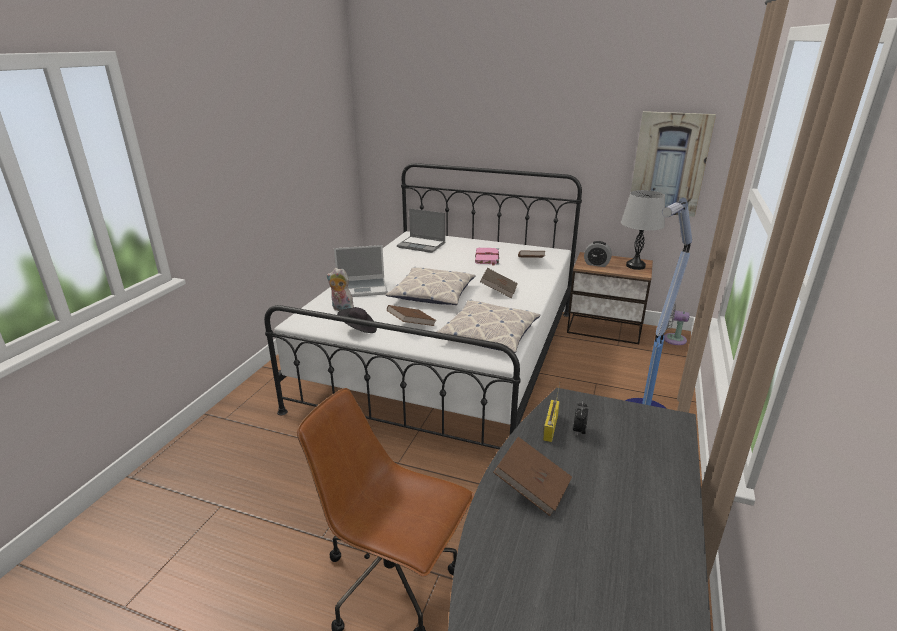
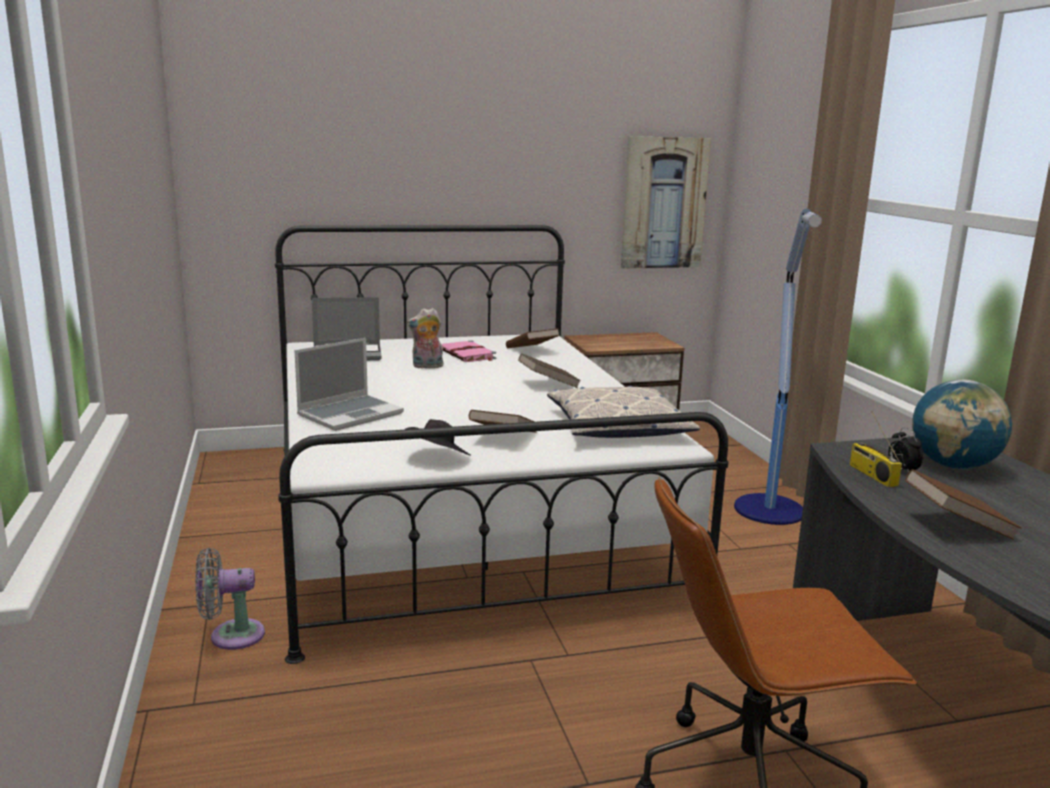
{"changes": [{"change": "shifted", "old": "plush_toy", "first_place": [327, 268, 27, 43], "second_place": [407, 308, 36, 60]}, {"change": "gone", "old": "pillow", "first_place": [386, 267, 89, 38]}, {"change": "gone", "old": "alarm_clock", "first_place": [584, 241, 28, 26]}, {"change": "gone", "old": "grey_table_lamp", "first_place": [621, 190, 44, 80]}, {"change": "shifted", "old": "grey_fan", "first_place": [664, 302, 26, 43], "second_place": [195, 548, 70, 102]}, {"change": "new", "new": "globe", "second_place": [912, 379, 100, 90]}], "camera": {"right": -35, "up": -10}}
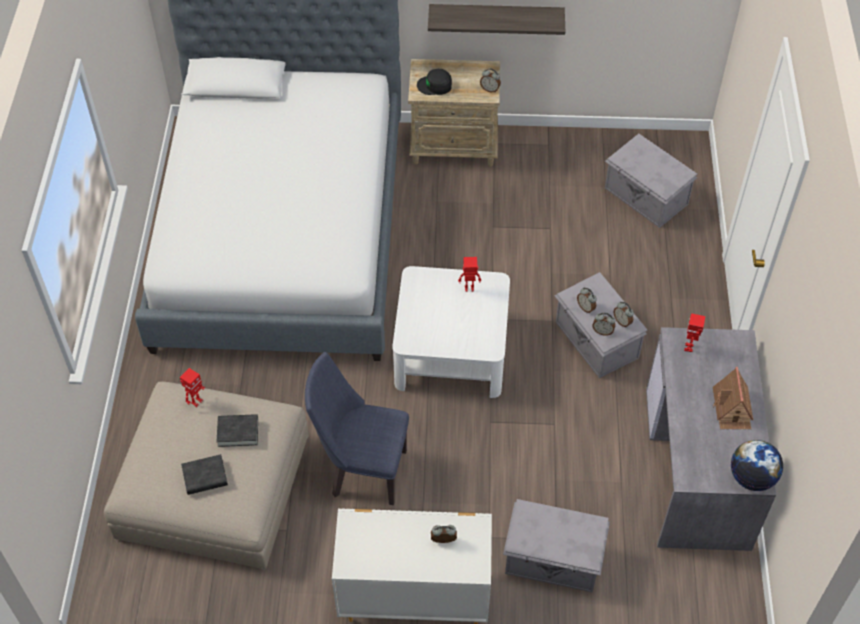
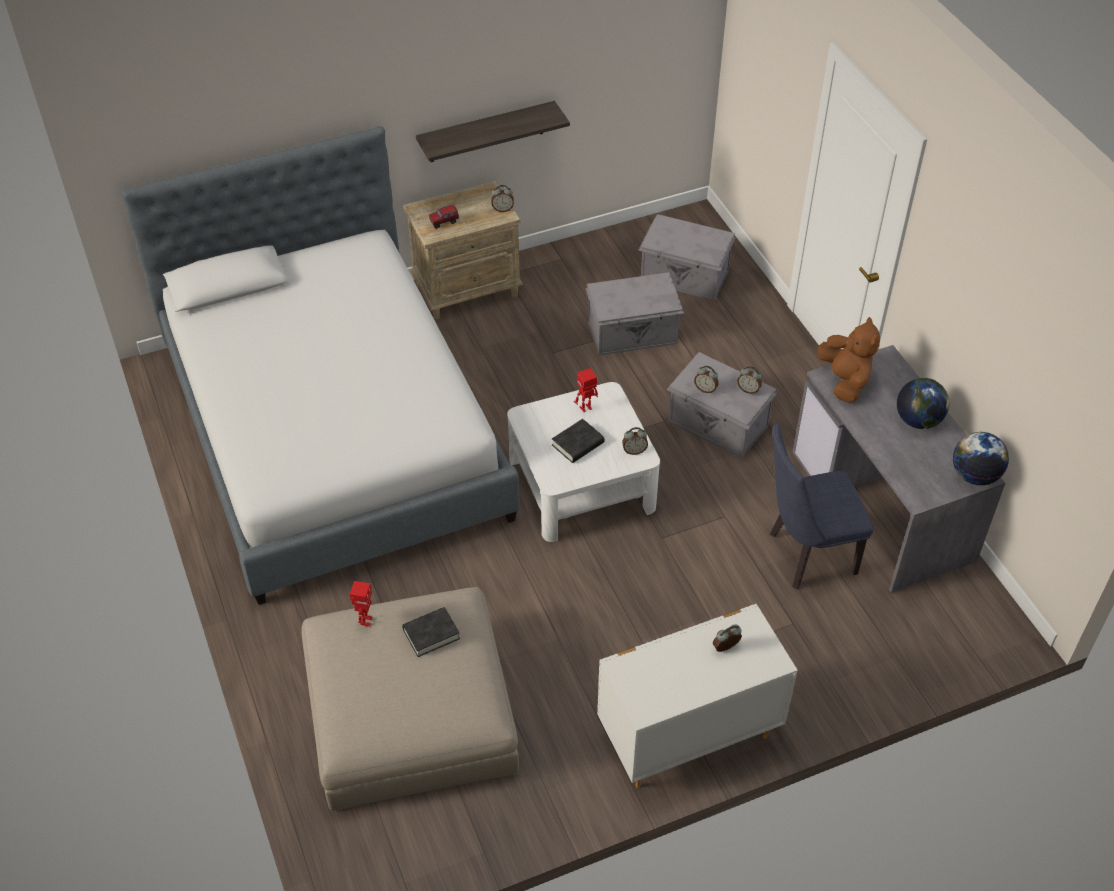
{"changes": [{"change": "shifted", "old": "black_book", "first_place": [181, 454, 47, 41], "second_place": [552, 419, 52, 44]}, {"change": "shifted", "old": "blue_chair", "first_place": [305, 352, 104, 153], "second_place": [770, 424, 103, 165]}, {"change": "swapped", "old": "black_cap", "new": "toy_truck", "first_place": [417, 69, 35, 26], "second_place": [429, 205, 30, 24]}, {"change": "shifted", "old": "grey_storage_box", "first_place": [503, 499, 107, 94], "second_place": [586, 272, 98, 83]}, {"change": "shifted", "old": "alarm_clock", "first_place": [592, 313, 23, 23], "second_place": [622, 427, 26, 28]}, {"change": "swapped", "old": "toy_robot", "new": "brown_plush_toy", "first_place": [684, 313, 21, 39], "second_place": [818, 317, 62, 86]}, {"change": "swapped", "old": "toy_house", "new": "globe", "first_place": [713, 367, 41, 62], "second_place": [897, 378, 52, 51]}], "camera": {"right": -25, "up": -5}}
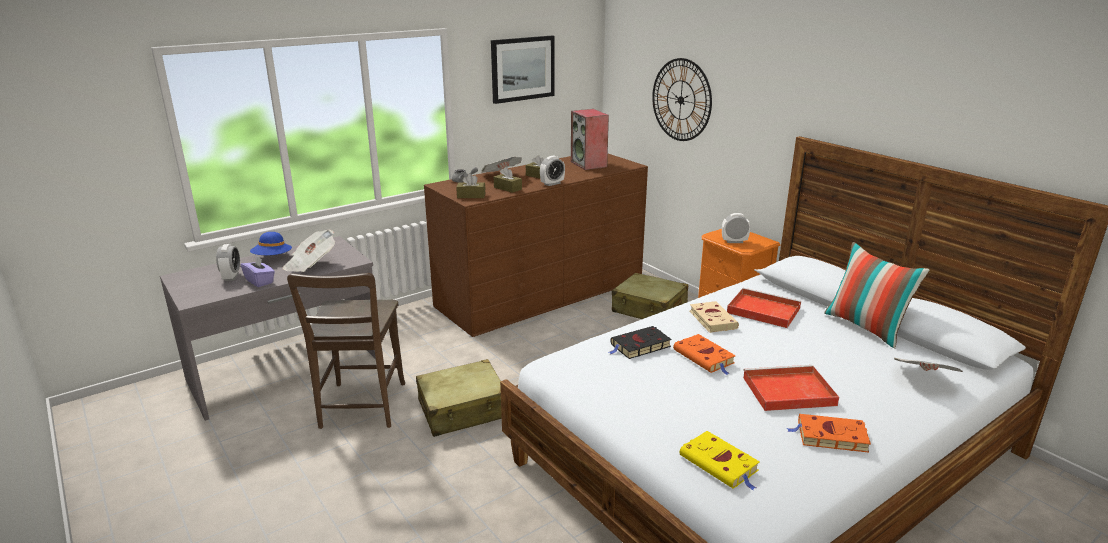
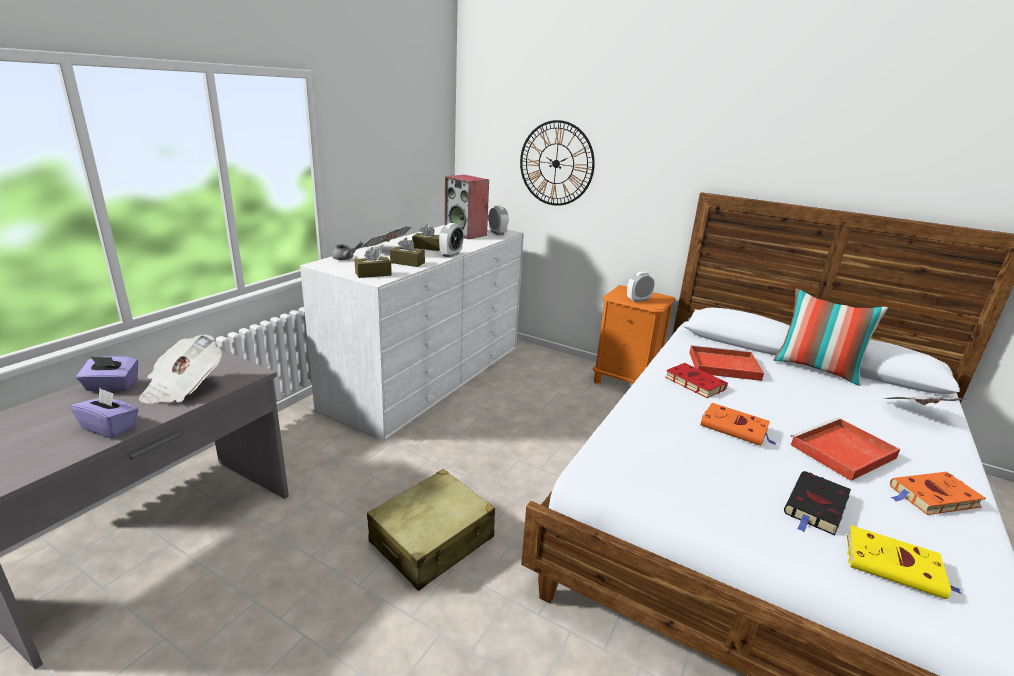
{"changes": [{"change": "shifted", "old": "alarm_clock", "first_place": [216, 244, 24, 37], "second_place": [489, 206, 20, 29]}, {"change": "swapped", "old": "blue_hat", "new": "purple_tissue_box", "first_place": [250, 232, 42, 23], "second_place": [76, 356, 62, 35]}, {"change": "gone", "old": "brown_chair", "first_place": [287, 273, 118, 156]}, {"change": "repainted", "old": "brown_dresser", "new": "white_dresser", "first_place": [424, 154, 224, 183], "second_place": [300, 225, 224, 215]}, {"change": "gone", "old": "picture", "first_place": [491, 36, 64, 68]}, {"change": "shifted", "old": "black_book", "first_place": [609, 326, 63, 33], "second_place": [784, 471, 67, 65]}, {"change": "gone", "old": "beige_suitcase", "first_place": [612, 273, 76, 46]}, {"change": "repainted", "old": "beige_book", "new": "red_book", "first_place": [690, 301, 49, 32], "second_place": [665, 363, 63, 35]}], "camera": {"right": -25, "up": 0}}
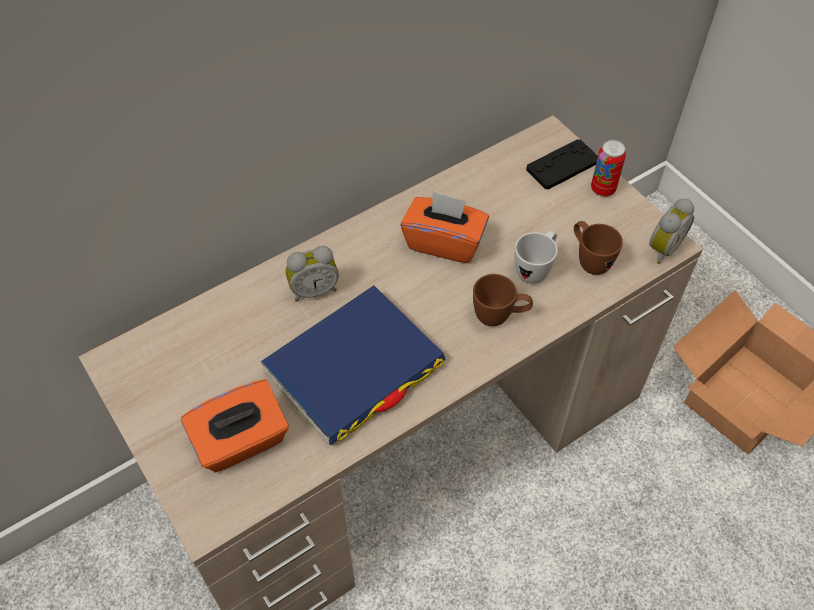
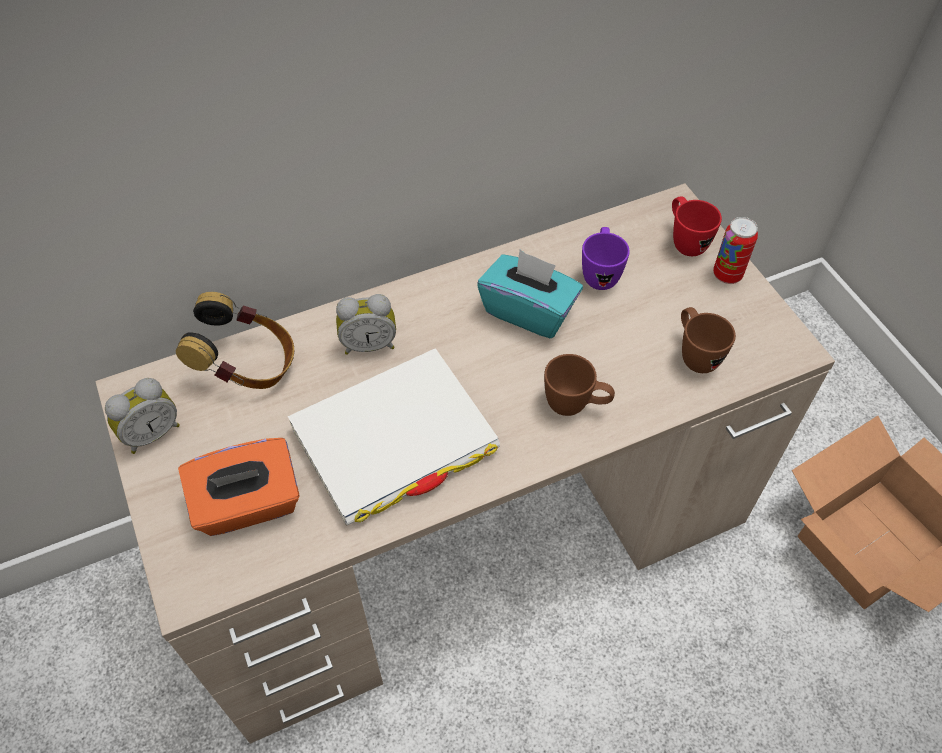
{"changes": [{"change": "repainted", "old": "blue_book", "new": "white_book", "first_place": [261, 285, 184, 161], "second_place": [288, 348, 212, 178]}, {"change": "repainted", "old": "orange_tissue_box", "new": "turquoise_tissue_box", "first_place": [400, 191, 89, 72], "second_place": [477, 250, 106, 88]}, {"change": "gone", "old": "white_mug", "first_place": [515, 231, 43, 53]}, {"change": "swapped", "old": "black_game_controller", "new": "red_mug", "first_place": [526, 139, 72, 50], "second_place": [672, 196, 50, 60]}, {"change": "shifted", "old": "alarm_clock", "first_place": [649, 199, 45, 65], "second_place": [105, 378, 75, 76]}, {"change": "new", "new": "headphones", "second_place": [176, 292, 118, 97]}, {"change": "new", "new": "purple_mug", "second_place": [582, 227, 48, 63]}], "camera": {"right": 10, "up": 0}}
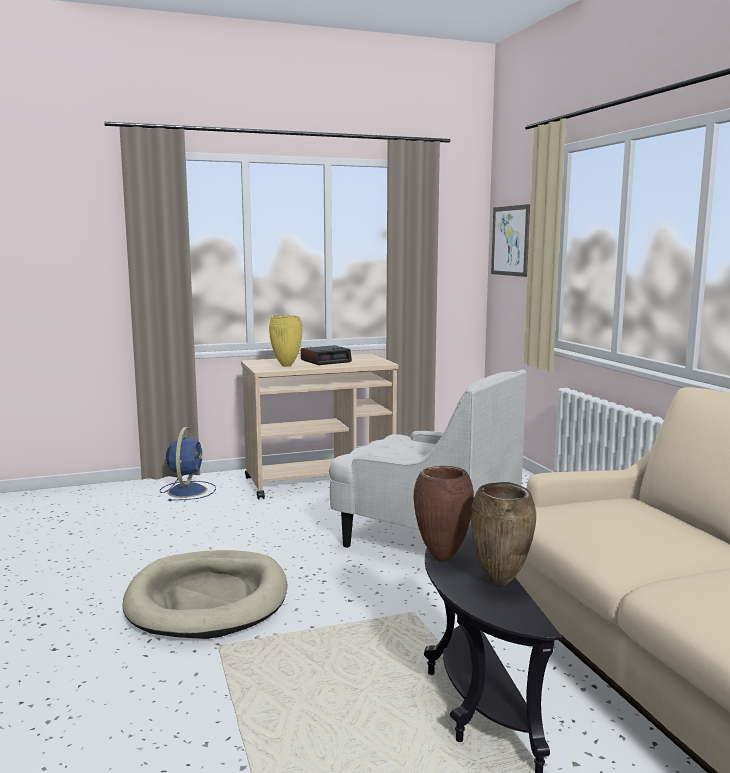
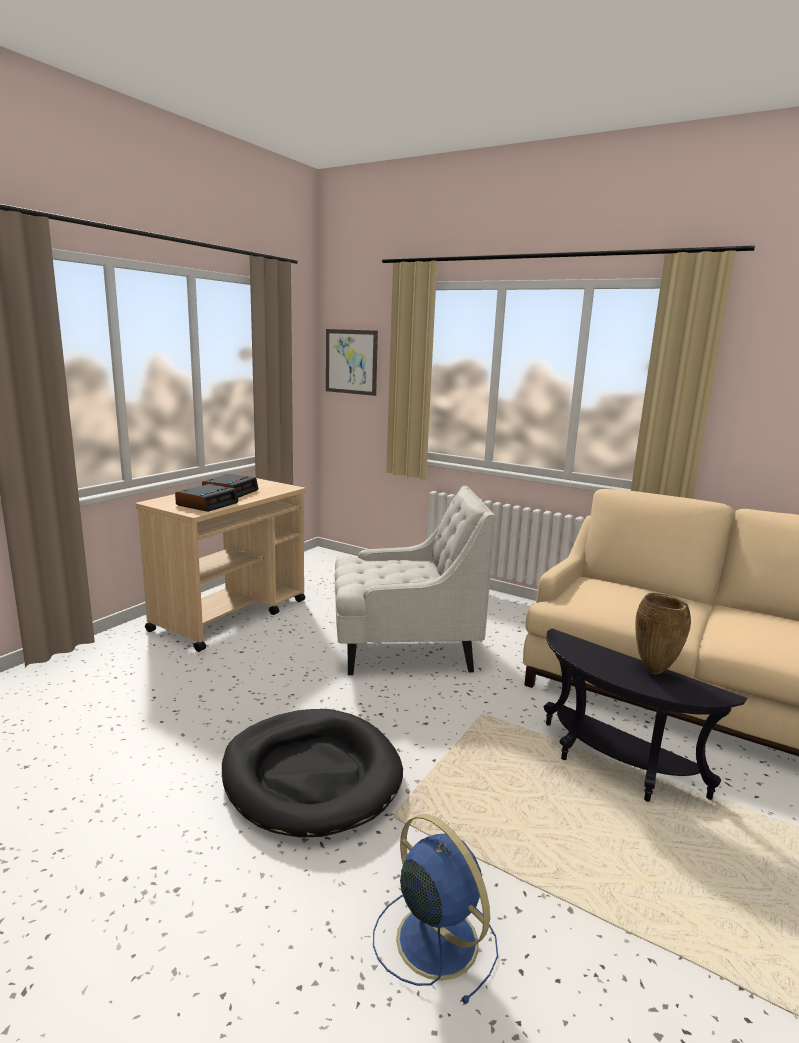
{"changes": [{"change": "repainted", "old": "beige_dog_bed", "new": "black_dog_bed", "first_place": [122, 550, 165, 89], "second_place": [222, 709, 181, 129]}, {"change": "shifted", "old": "blue_fan", "first_place": [160, 427, 56, 74], "second_place": [373, 814, 125, 191]}, {"change": "swapped", "old": "yellow_vase", "new": "alarm_clock", "first_place": [269, 315, 34, 52], "second_place": [175, 484, 64, 28]}, {"change": "gone", "old": "brown_vase", "first_place": [413, 466, 61, 96]}], "camera": {"right": -40, "up": 5}}
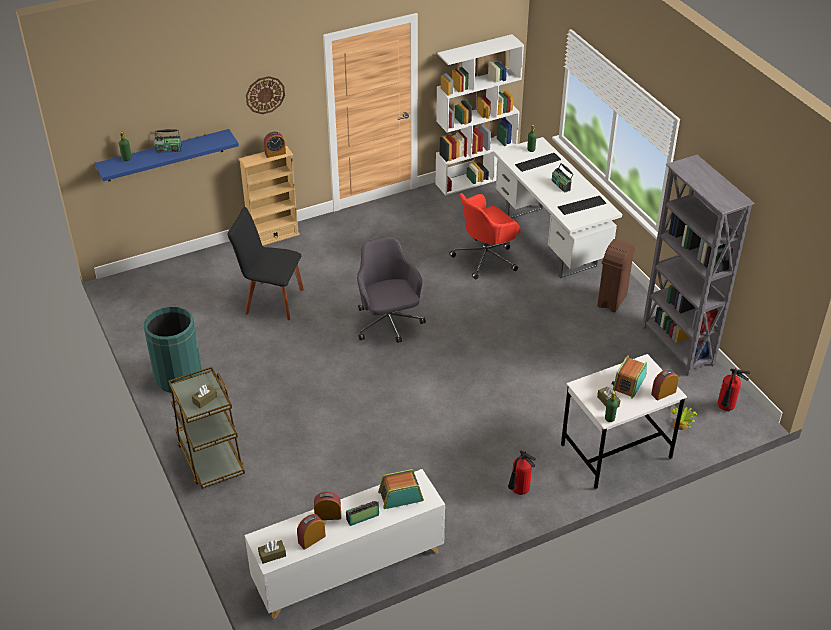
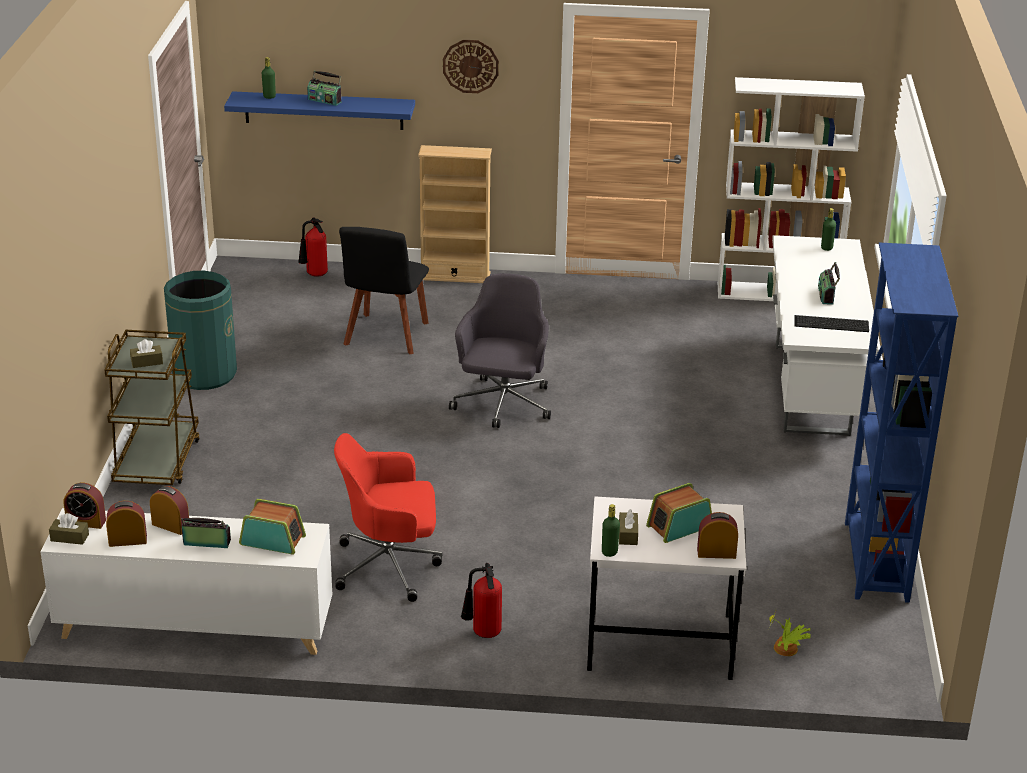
{"changes": [{"change": "rotated", "old": "black_chair", "first_place": [228, 207, 76, 113], "second_place": [339, 227, 90, 127], "degrees": -120}, {"change": "shifted", "old": "alarm_clock", "first_place": [264, 132, 22, 26], "second_place": [64, 483, 42, 46]}, {"change": "shifted", "old": "red_office_chair", "first_place": [449, 193, 71, 86], "second_place": [334, 433, 108, 169]}, {"change": "gone", "old": "keyboard", "first_place": [515, 153, 46, 19]}, {"change": "gone", "old": "brown_trash_can", "first_place": [597, 239, 39, 74]}, {"change": "repainted", "old": "grey_bookcase", "new": "blue_bookcase", "first_place": [642, 155, 113, 221], "second_place": [845, 243, 113, 360]}, {"change": "shifted", "old": "fire_extinguisher", "first_place": [718, 368, 32, 43], "second_place": [298, 217, 30, 60]}], "camera": {"right": 30, "up": -10}}
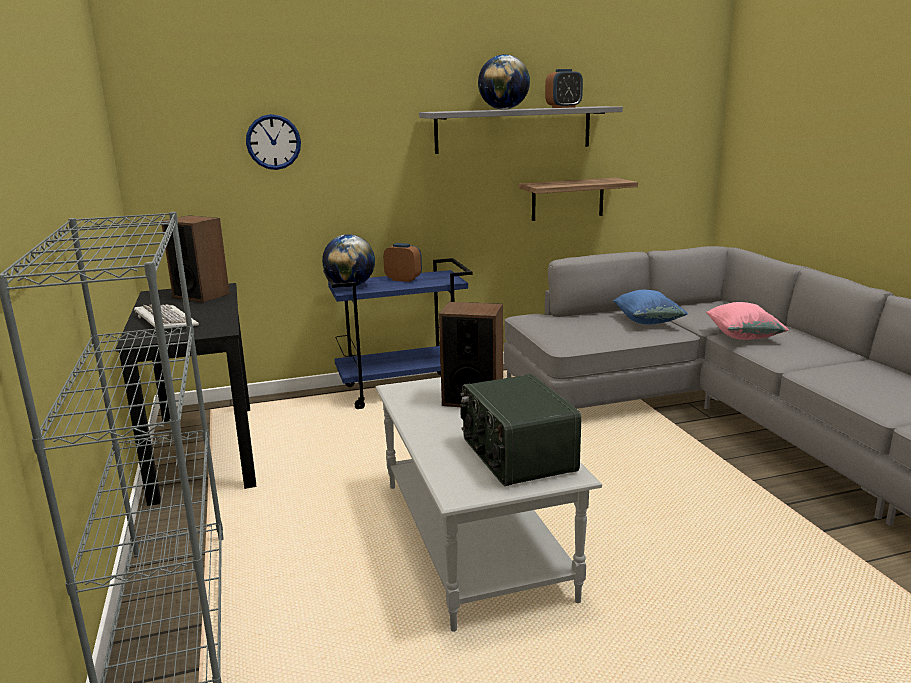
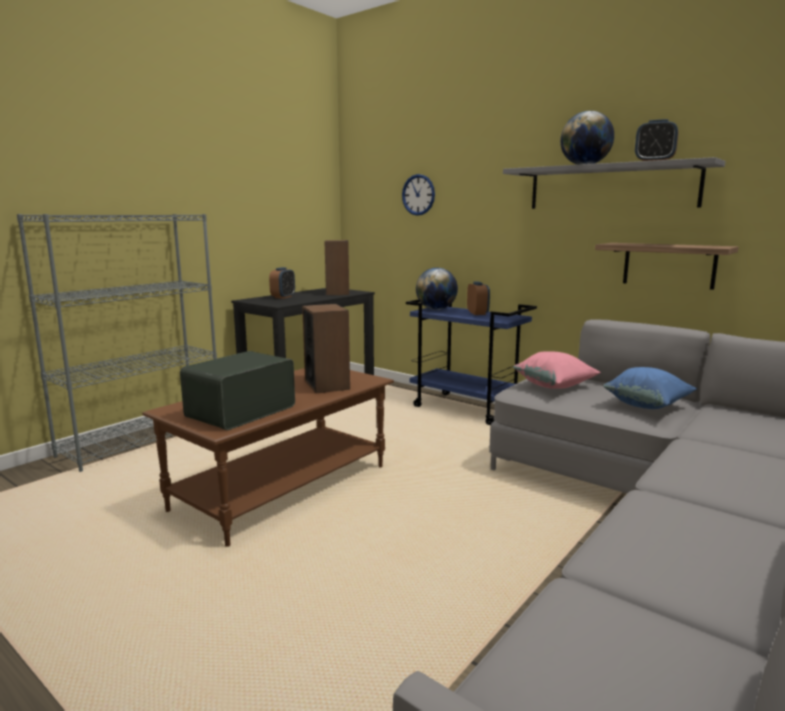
{"changes": [{"change": "swapped", "old": "keyboard", "new": "alarm_clock", "first_place": [134, 304, 65, 28], "second_place": [269, 267, 26, 32]}, {"change": "repainted", "old": "grey_coffee_table", "new": "brown_coffee_table", "first_place": [376, 377, 226, 255], "second_place": [142, 368, 252, 179]}, {"change": "shifted", "old": "pink_pillow", "first_place": [706, 302, 83, 38], "second_place": [513, 351, 88, 38]}], "camera": {"right": 55, "up": -5}}
